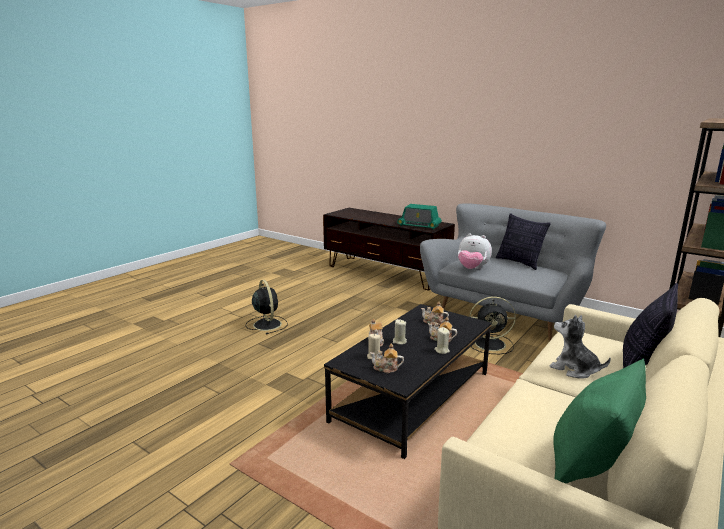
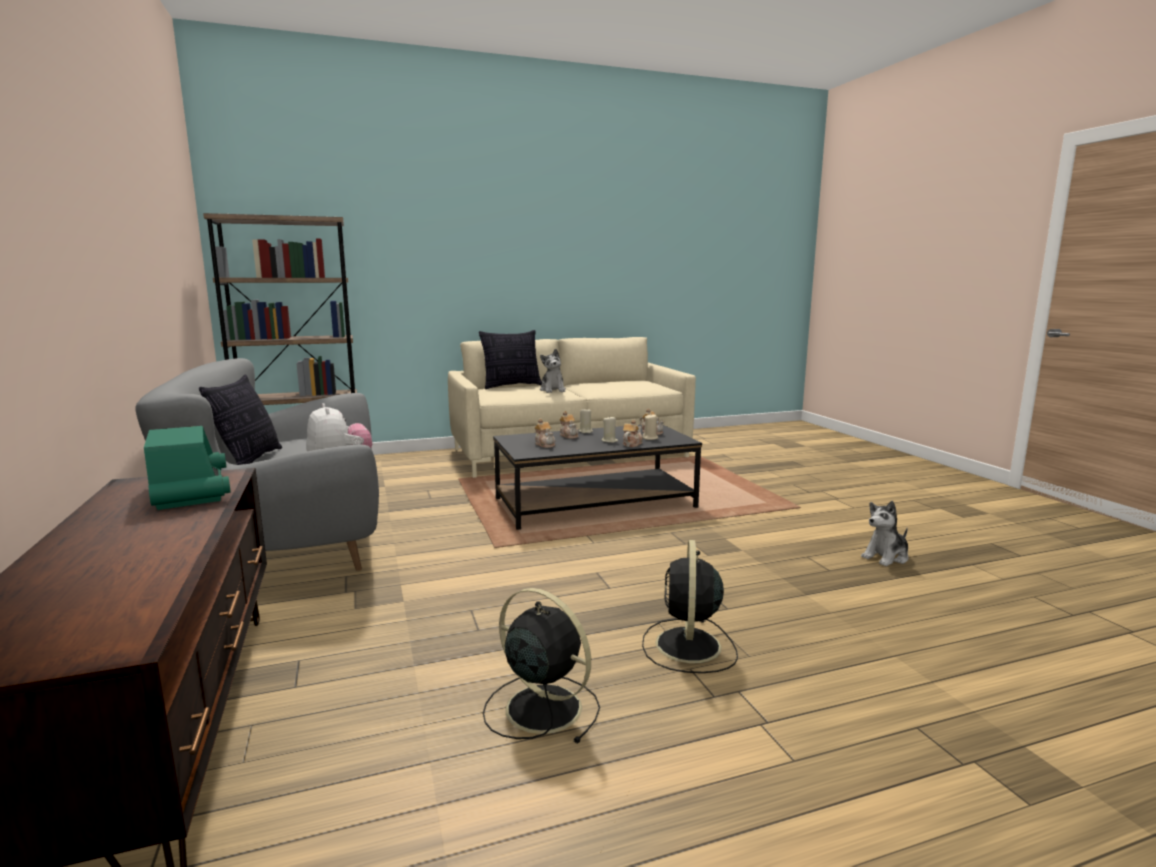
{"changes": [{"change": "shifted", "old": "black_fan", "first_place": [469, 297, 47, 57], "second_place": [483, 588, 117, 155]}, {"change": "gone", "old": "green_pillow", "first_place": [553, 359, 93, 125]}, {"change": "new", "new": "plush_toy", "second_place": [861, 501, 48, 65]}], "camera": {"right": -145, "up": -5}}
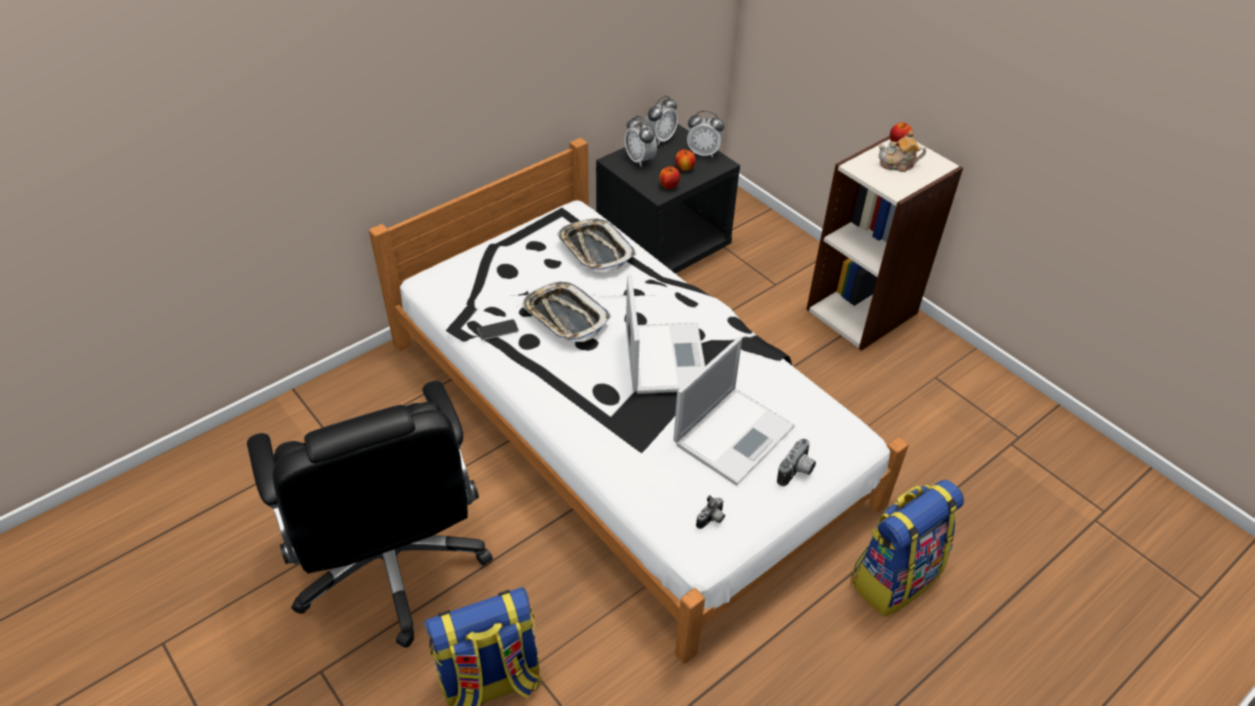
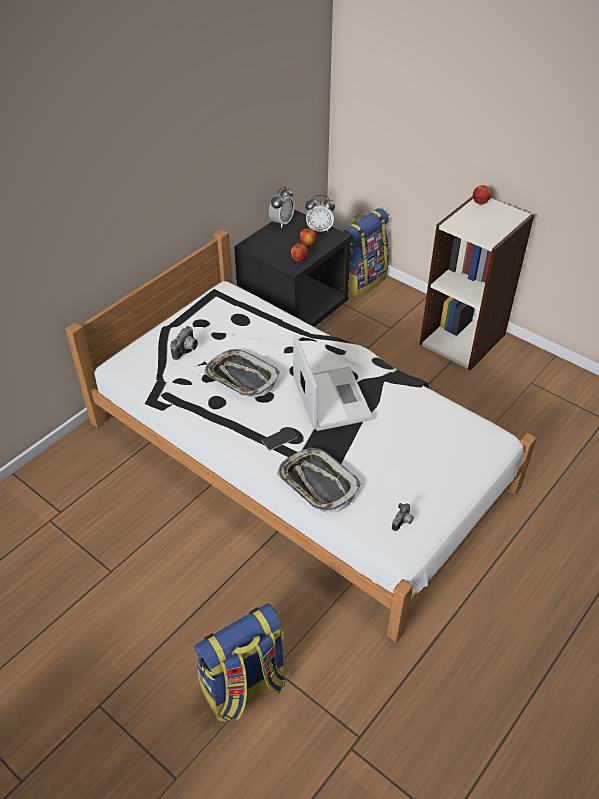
{"changes": [{"change": "gone", "old": "black_office_chair", "first_place": [247, 381, 246, 267]}, {"change": "shifted", "old": "phone", "first_place": [477, 319, 42, 21], "second_place": [261, 427, 37, 23]}, {"change": "shifted", "old": "tray", "first_place": [556, 219, 80, 54], "second_place": [277, 448, 84, 65]}, {"change": "gone", "old": "alarm_clock", "first_place": [624, 116, 33, 51]}, {"change": "gone", "old": "laptop", "first_place": [673, 337, 122, 148]}, {"change": "shifted", "old": "photo_camera", "first_place": [777, 439, 39, 47], "second_place": [170, 326, 28, 34]}, {"change": "shifted", "old": "backpack", "first_place": [851, 480, 113, 137], "second_place": [343, 208, 46, 90]}, {"change": "gone", "old": "teapot", "first_place": [878, 130, 48, 42]}], "camera": {"right": -10, "up": 0}}
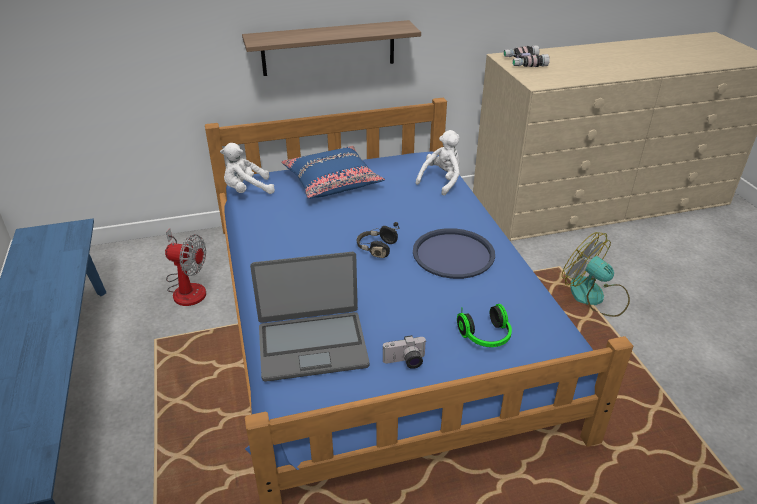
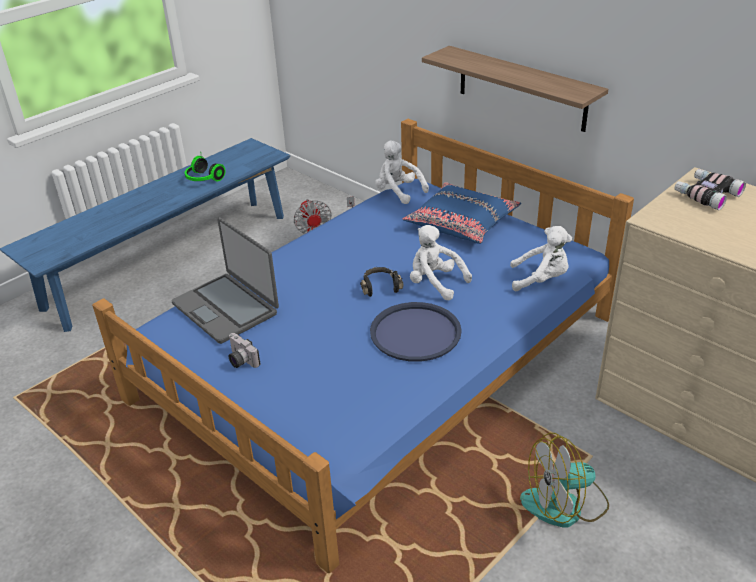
{"changes": [{"change": "shifted", "old": "headphones", "first_place": [457, 304, 55, 43], "second_place": [185, 156, 40, 25]}, {"change": "rotated", "old": "fan", "first_place": [562, 232, 68, 85], "second_place": [520, 433, 89, 94], "degrees": -120}, {"change": "new", "new": "white_plush_toy", "second_place": [410, 225, 62, 75]}], "camera": {"right": 60, "up": 0}}
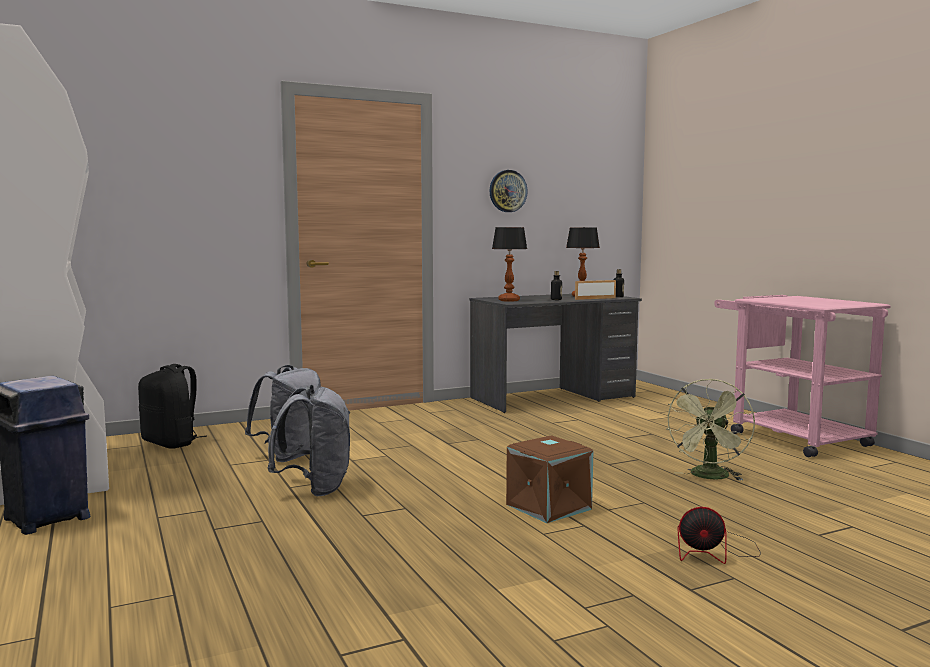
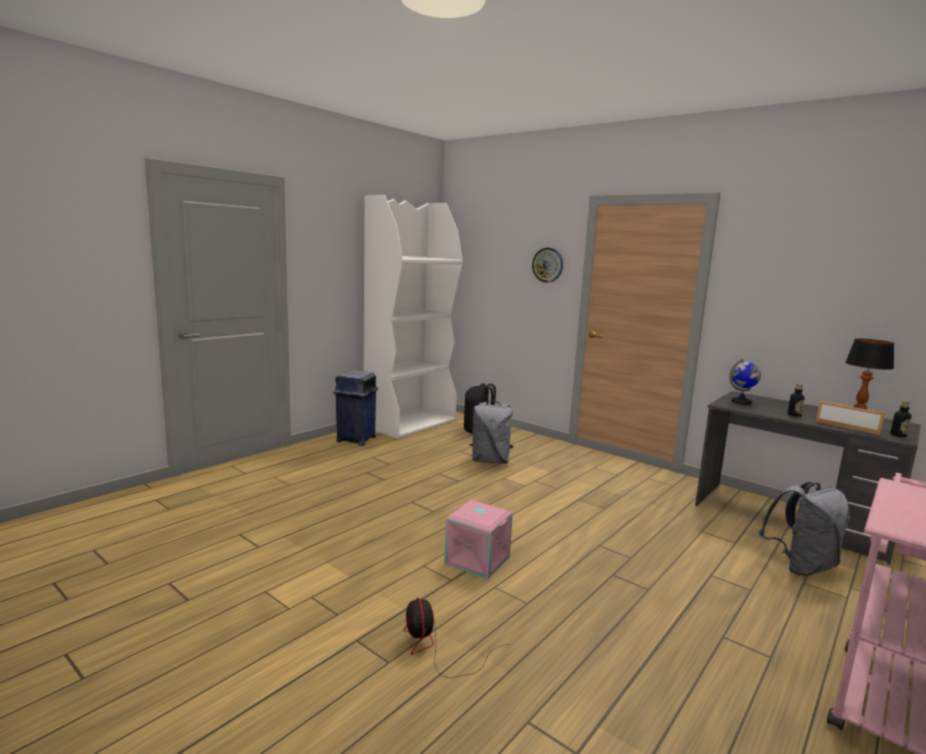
{"changes": [{"change": "shifted", "old": "grey_backpack", "first_place": [267, 385, 83, 111], "second_place": [759, 481, 91, 95]}, {"change": "shifted", "old": "wall_clock", "first_place": [489, 170, 39, 42], "second_place": [532, 248, 31, 35]}, {"change": "swapped", "old": "table_lamp", "new": "globe", "first_place": [492, 227, 35, 75], "second_place": [729, 359, 32, 46]}, {"change": "repainted", "old": "brown_storage_box", "new": "pink_storage_box", "first_place": [506, 435, 87, 88], "second_place": [444, 500, 69, 79]}, {"change": "gone", "old": "green_fan", "first_place": [666, 379, 89, 102]}], "camera": {"right": 65, "up": 5}}
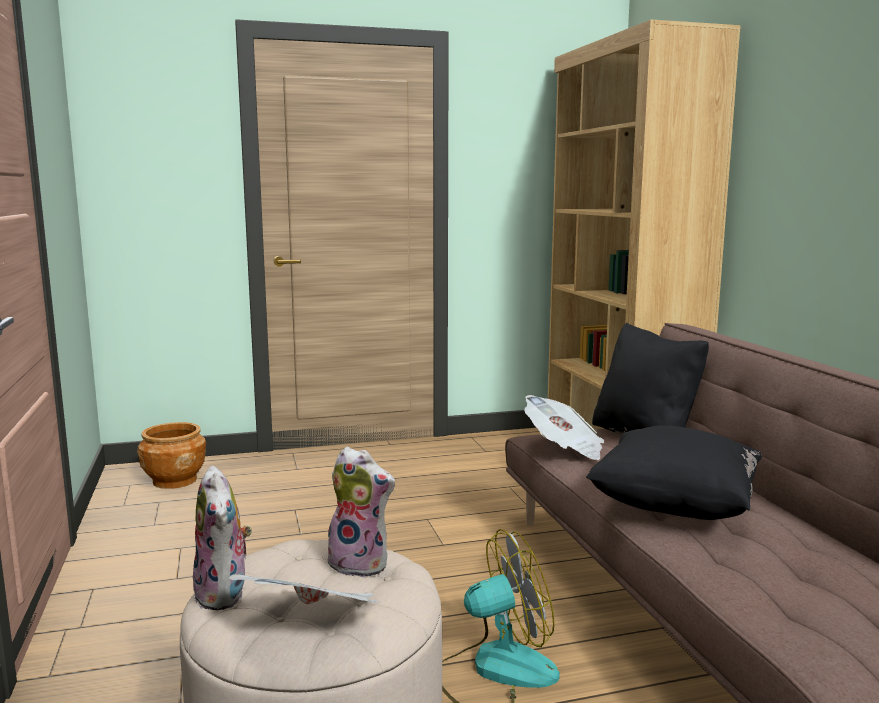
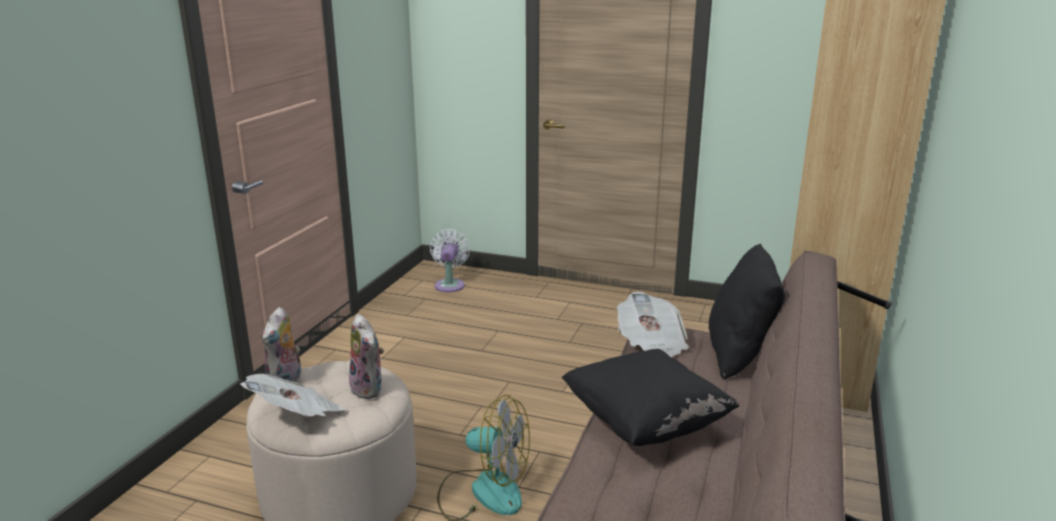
{"changes": [{"change": "swapped", "old": "brown_planter", "new": "white_fan", "first_place": [137, 422, 69, 67], "second_place": [430, 229, 40, 63]}], "camera": {"right": 35, "up": 10}}
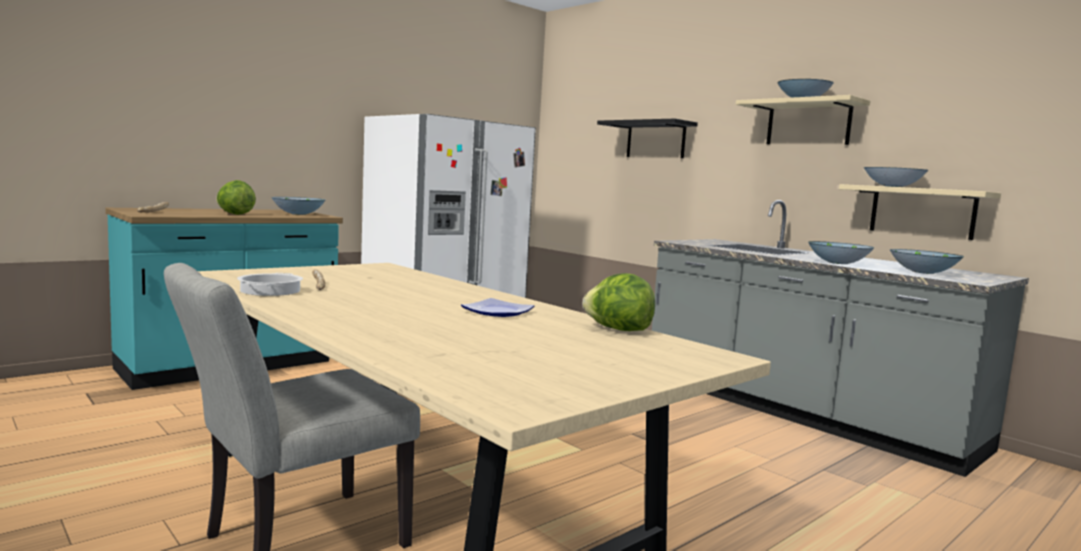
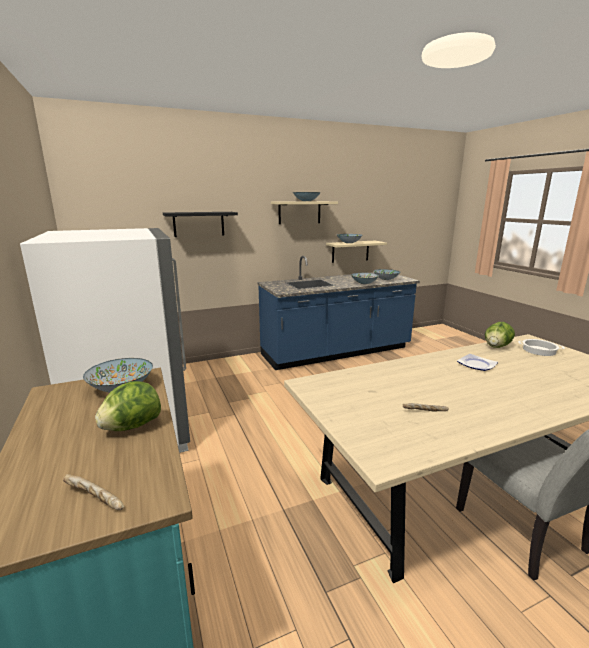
{"changes": [{"change": "shifted", "old": "cooking_pot", "first_place": [237, 273, 66, 23], "second_place": [518, 339, 47, 17]}, {"change": "repainted", "old": "grey_counter", "new": "blue_counter", "first_place": [652, 200, 377, 277], "second_place": [258, 256, 162, 114]}], "camera": {"right": -70, "up": 10}}
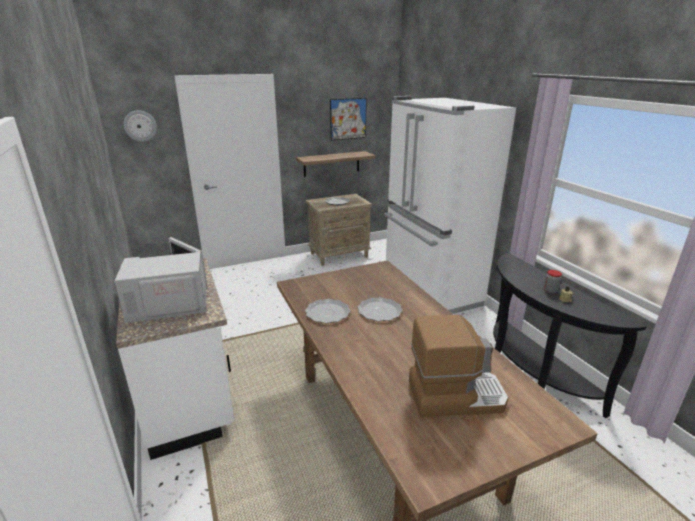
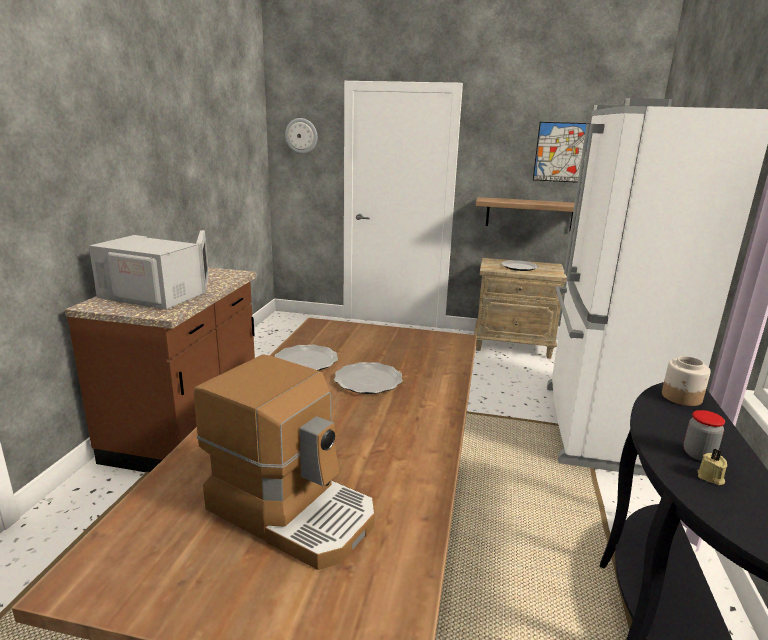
{"changes": [{"change": "repainted", "old": "white_counter", "new": "brown_counter", "first_place": [116, 258, 118, 202], "second_place": [65, 268, 191, 204]}, {"change": "new", "new": "jar", "second_place": [662, 356, 49, 50]}], "camera": {"right": 35, "up": -5}}
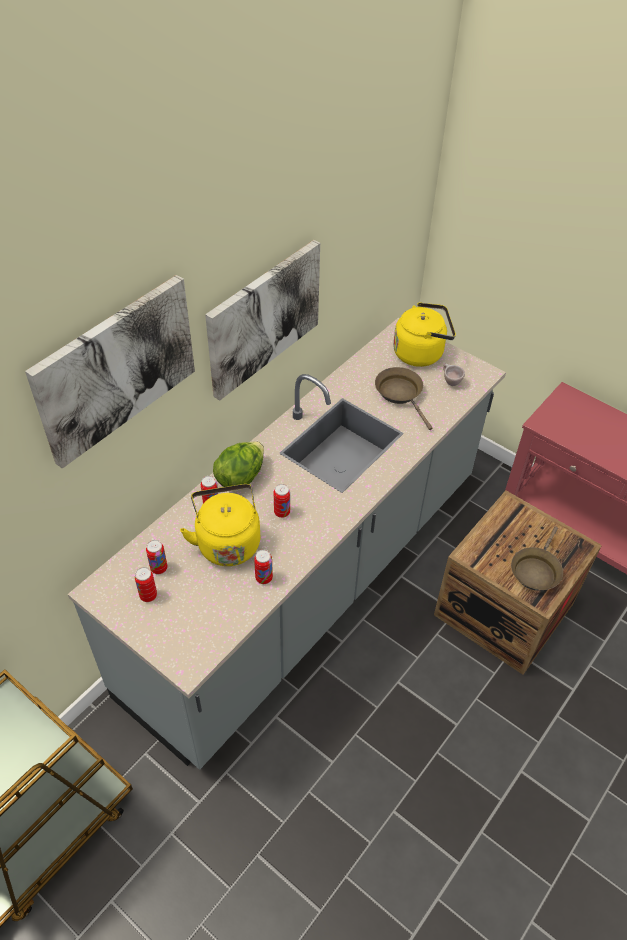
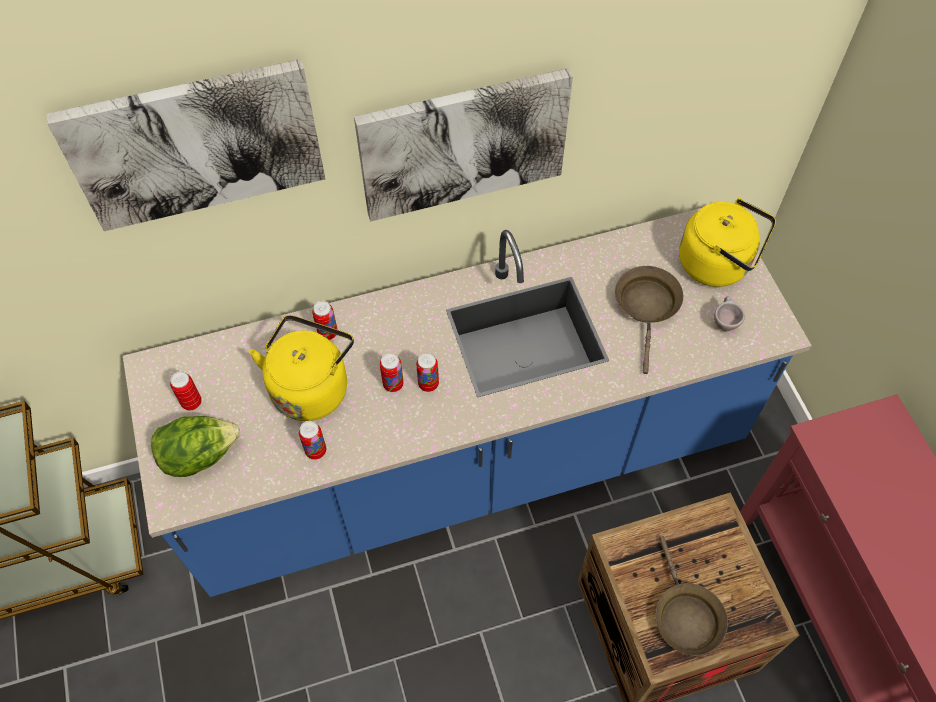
{"changes": [{"change": "repainted", "old": "grey_counter", "new": "blue_counter", "first_place": [68, 318, 438, 452], "second_place": [123, 201, 689, 396]}, {"change": "shifted", "old": "can", "first_place": [146, 540, 22, 34], "second_place": [416, 353, 23, 39]}, {"change": "shifted", "old": "lettuce", "first_place": [213, 441, 51, 46], "second_place": [151, 416, 89, 61]}, {"change": "rotated", "old": "brown_frying_pan", "first_place": [511, 526, 52, 65], "second_place": [656, 536, 72, 119], "degrees": -75}], "camera": {"right": 35, "up": 10}}
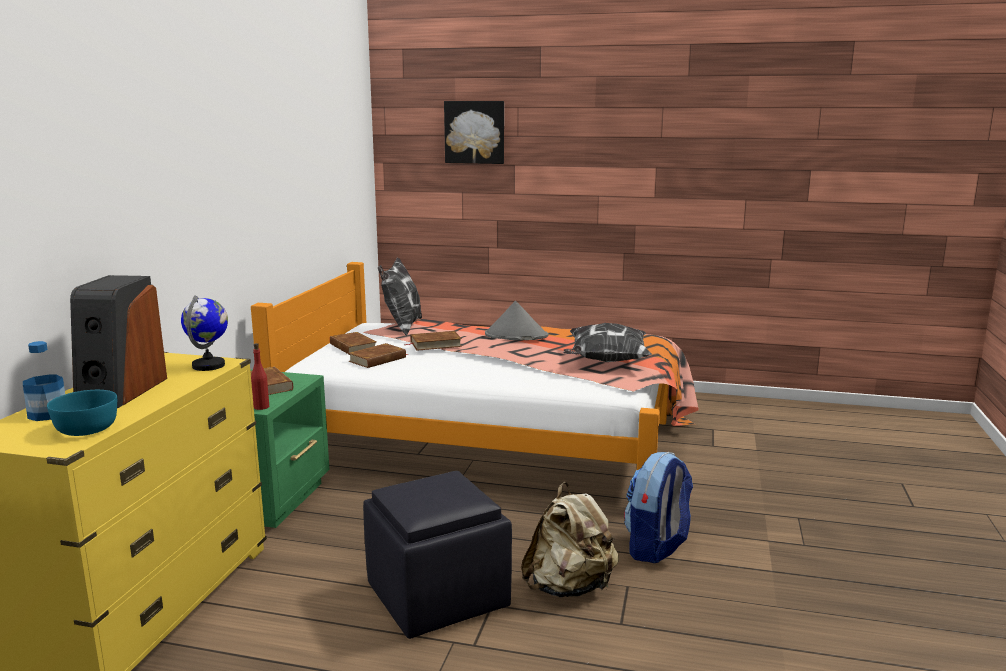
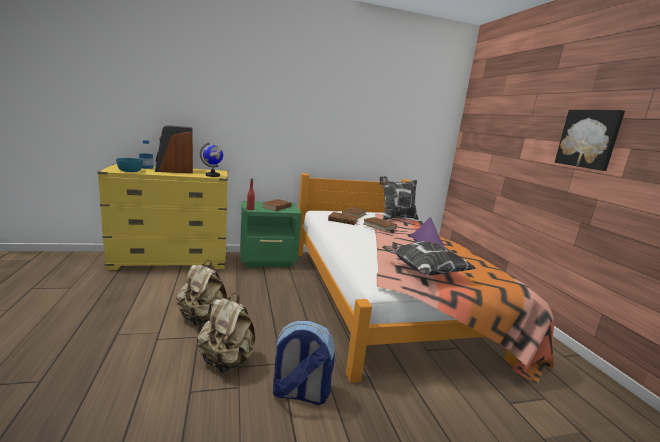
{"changes": [{"change": "swapped", "old": "black_ottoman", "new": "beige_backpack", "first_place": [363, 471, 149, 168], "second_place": [176, 260, 51, 66]}, {"change": "shifted", "old": "picture", "first_place": [444, 101, 60, 63], "second_place": [555, 110, 70, 61]}, {"change": "repainted", "old": "grey_hat", "new": "purple_hat", "first_place": [485, 301, 64, 39], "second_place": [411, 217, 33, 30]}], "camera": {"right": 60, "up": 0}}
